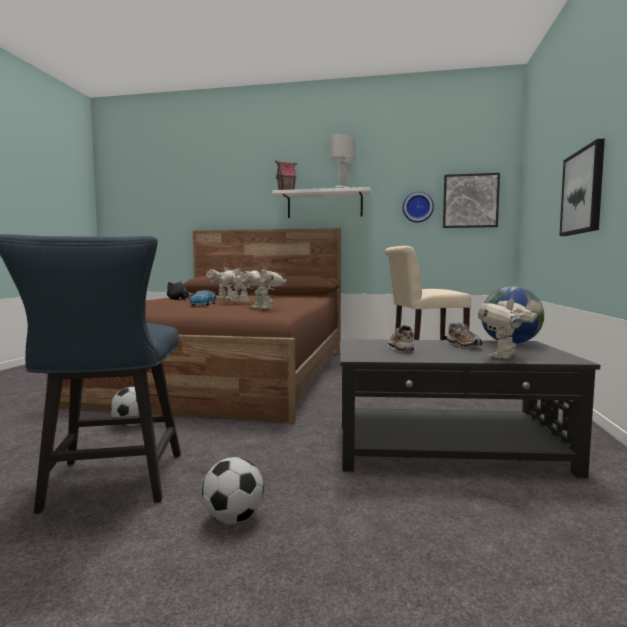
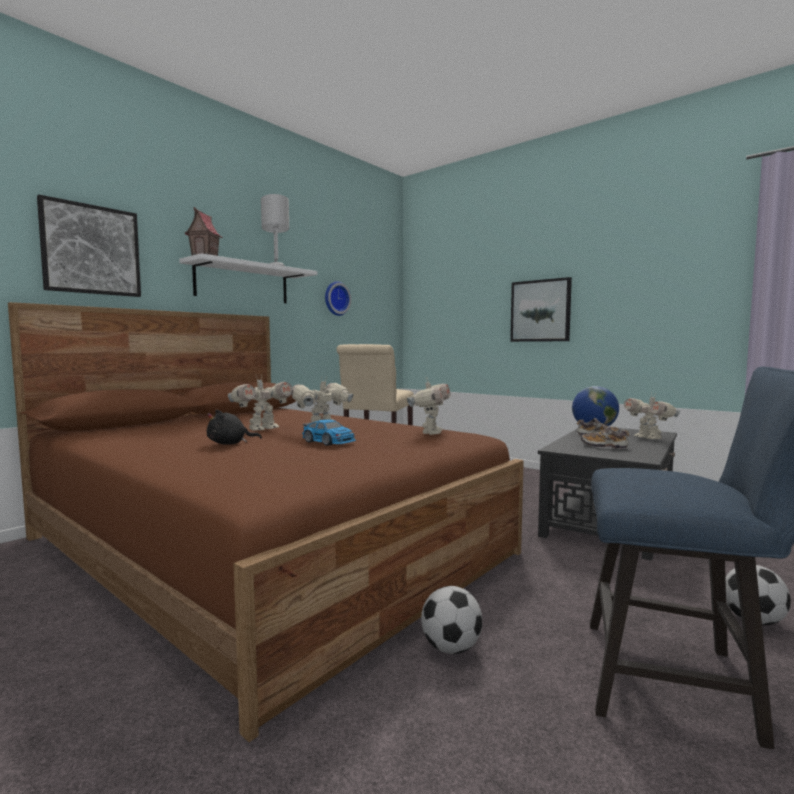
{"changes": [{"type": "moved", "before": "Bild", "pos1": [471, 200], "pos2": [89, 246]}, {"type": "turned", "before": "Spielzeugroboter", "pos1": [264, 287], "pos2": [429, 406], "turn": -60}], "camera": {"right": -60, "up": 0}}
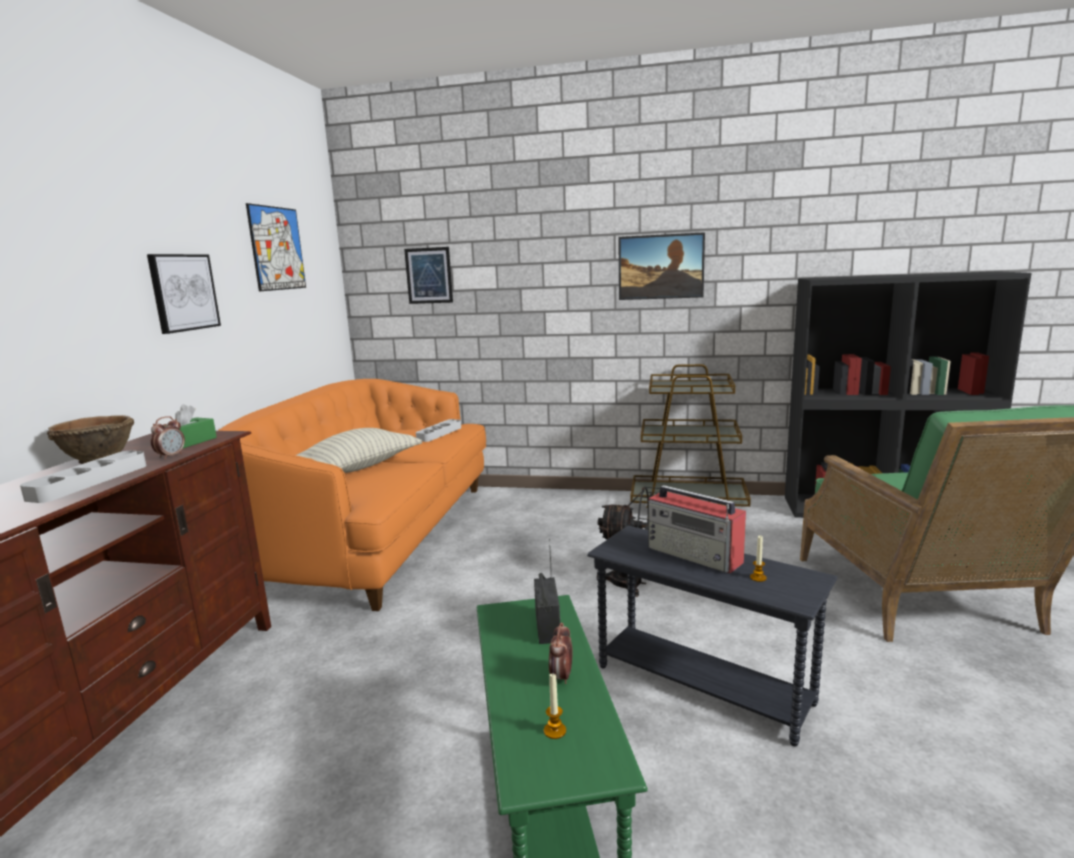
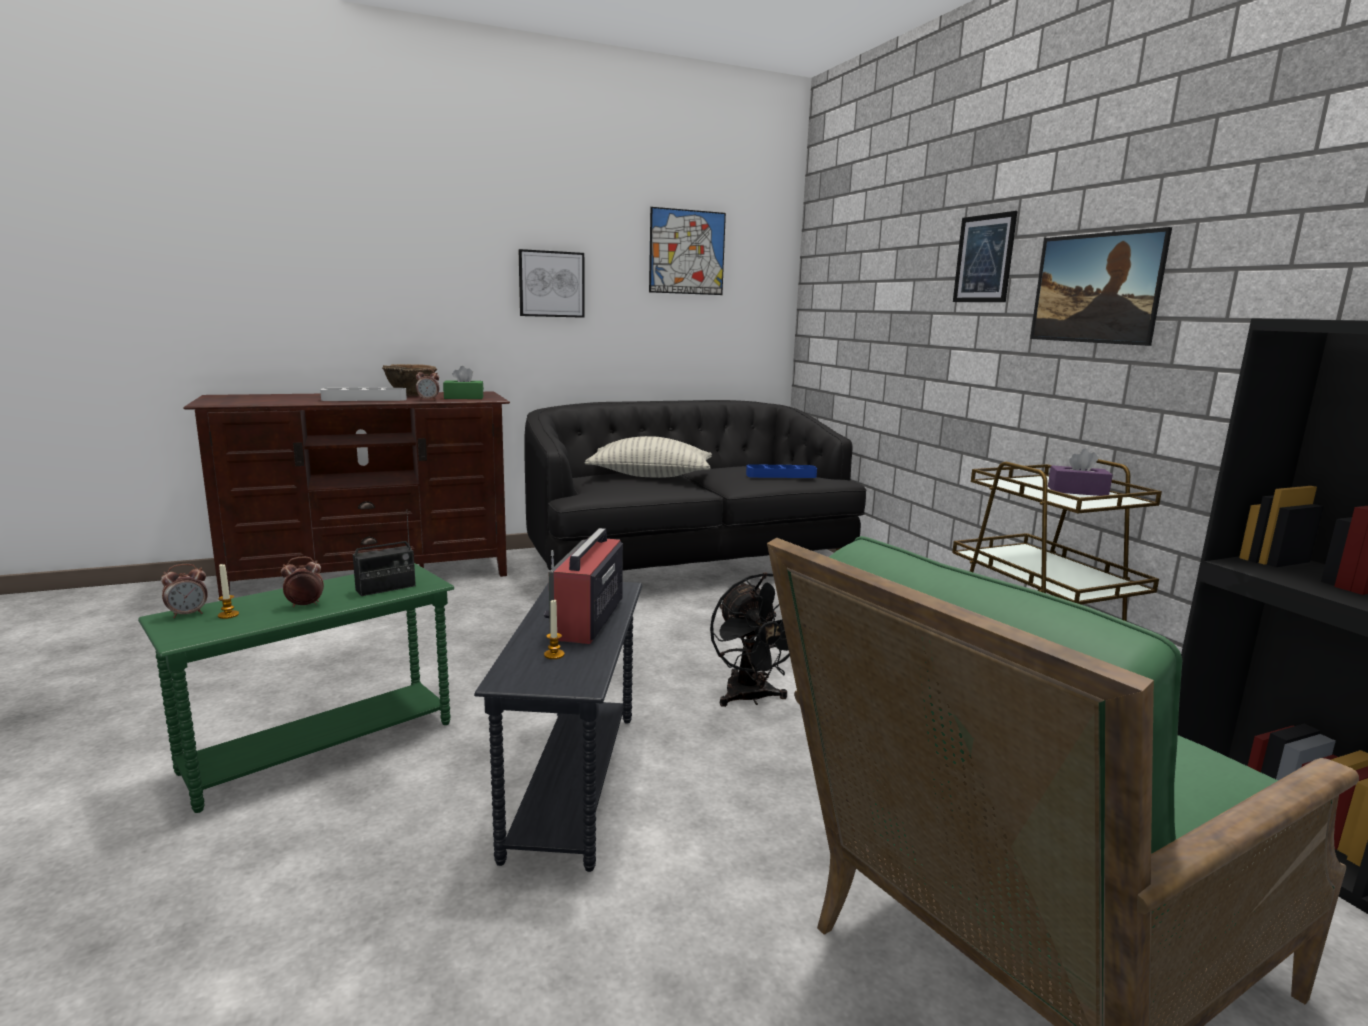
{"changes": [{"type": "added", "after": "Wecker", "pos2": [184, 591]}, {"type": "added", "after": "Taschentuchbox [lila]", "pos2": [1080, 472]}, {"type": "moved", "before": "Bild", "pos1": [428, 275], "pos2": [985, 256]}, {"type": "recoloured", "before": "Sofa [orange]", "after": "Sofa [schwarz]", "pos1": [352, 495], "pos2": [695, 485]}, {"type": "recoloured", "before": "Tablett [grau]", "after": "Tablett [blau]", "pos1": [438, 430], "pos2": [781, 471]}], "camera": {"right": 55, "up": 0}}
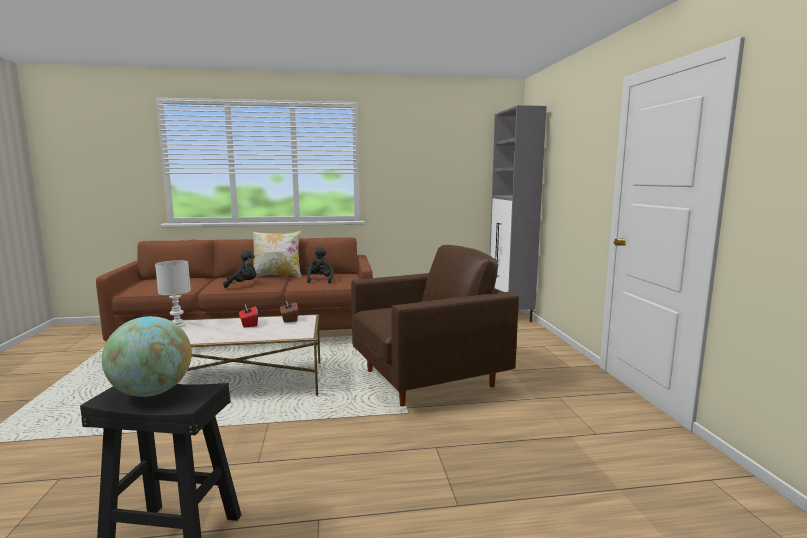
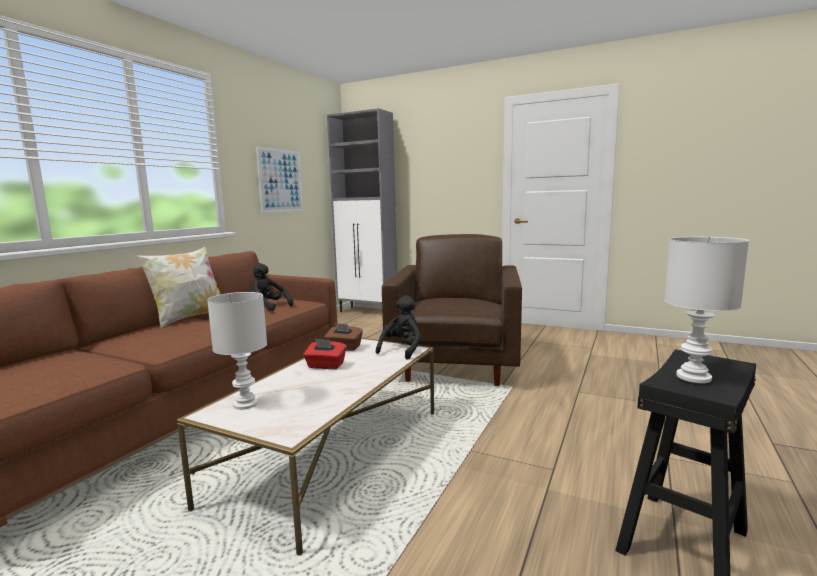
{"changes": [{"type": "added", "after": "Bild", "pos2": [279, 180]}, {"type": "moved", "before": "Plüschtier [schwarz]", "pos1": [239, 269], "pos2": [398, 327]}, {"type": "replaced", "before": "Globus", "after": "Tischlampe [weiß]", "pos1": [147, 356], "pos2": [706, 310]}], "camera": {"right": -55, "up": 0}}
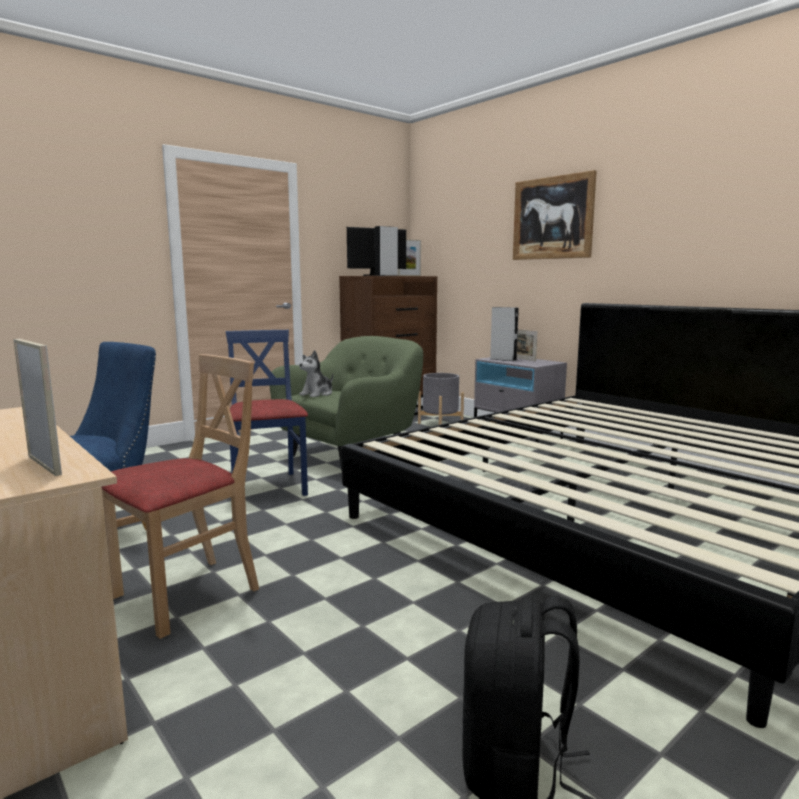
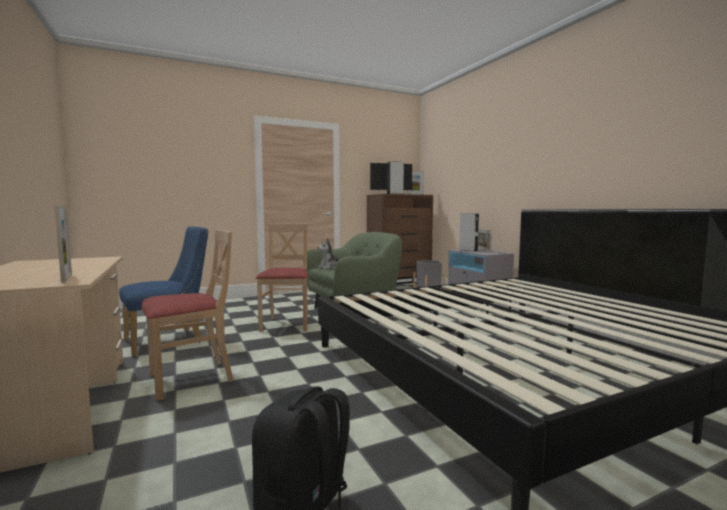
{"changes": [{"type": "removed", "before": "Bild", "pos1": [555, 215]}, {"type": "recoloured", "before": "Stuhl [blau]", "after": "Stuhl [beige]", "pos1": [267, 413], "pos2": [282, 278]}], "camera": {"right": 15, "up": -5}}
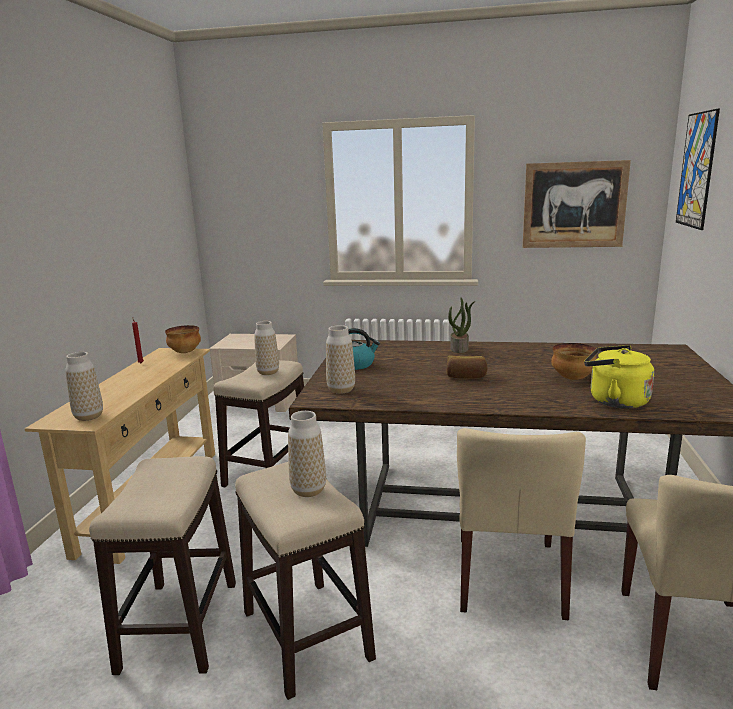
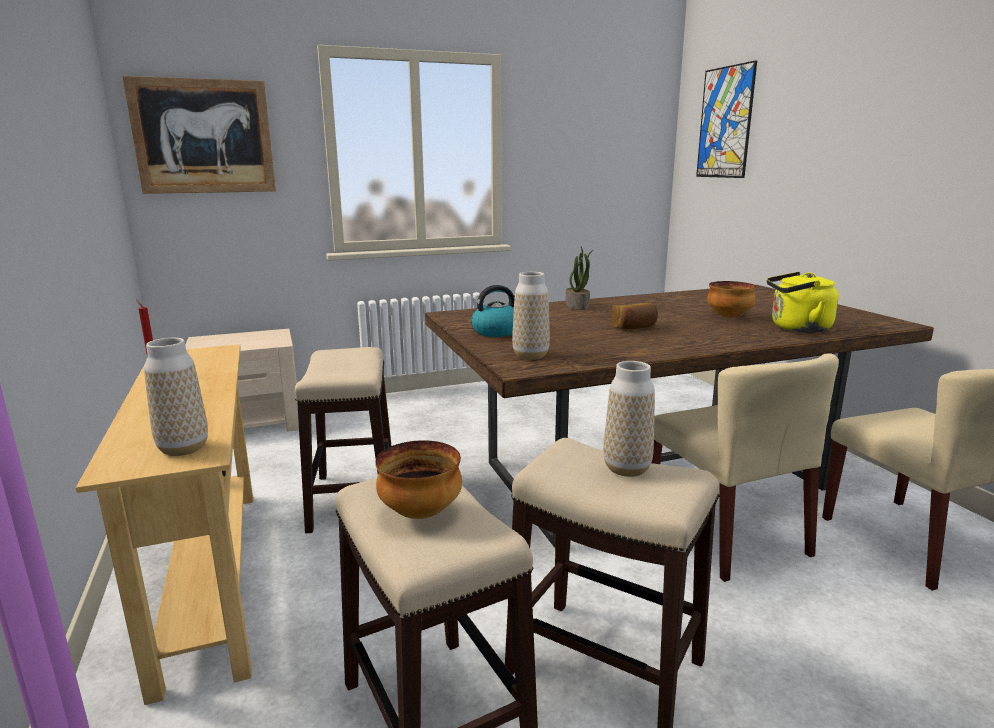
{"changes": [{"type": "removed", "before": "Vase", "pos1": [266, 348]}, {"type": "moved", "before": "Schüssel", "pos1": [183, 339], "pos2": [418, 479]}, {"type": "moved", "before": "Bild", "pos1": [577, 204], "pos2": [199, 135]}], "camera": {"right": -30, "up": 0}}
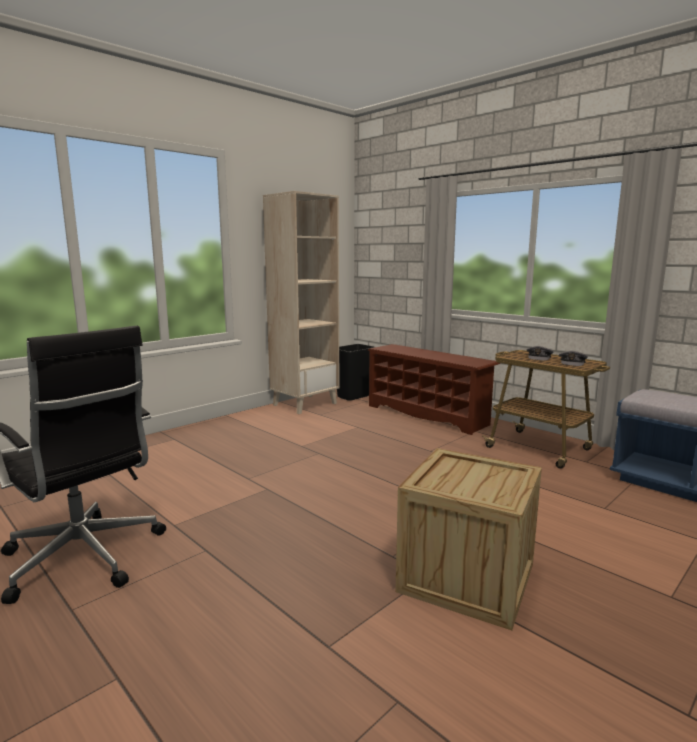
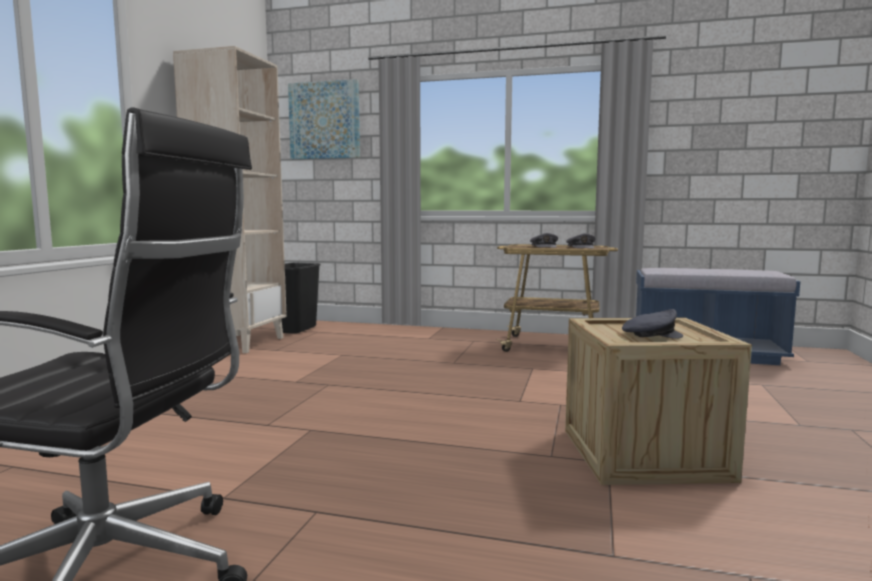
{"changes": [{"type": "removed", "before": "Schuhregal [braun]", "pos1": [434, 389]}, {"type": "added", "after": "Bild", "pos2": [324, 119]}, {"type": "added", "after": "Kappe [grau]", "pos2": [652, 324]}], "camera": {"right": -30, "up": -5}}
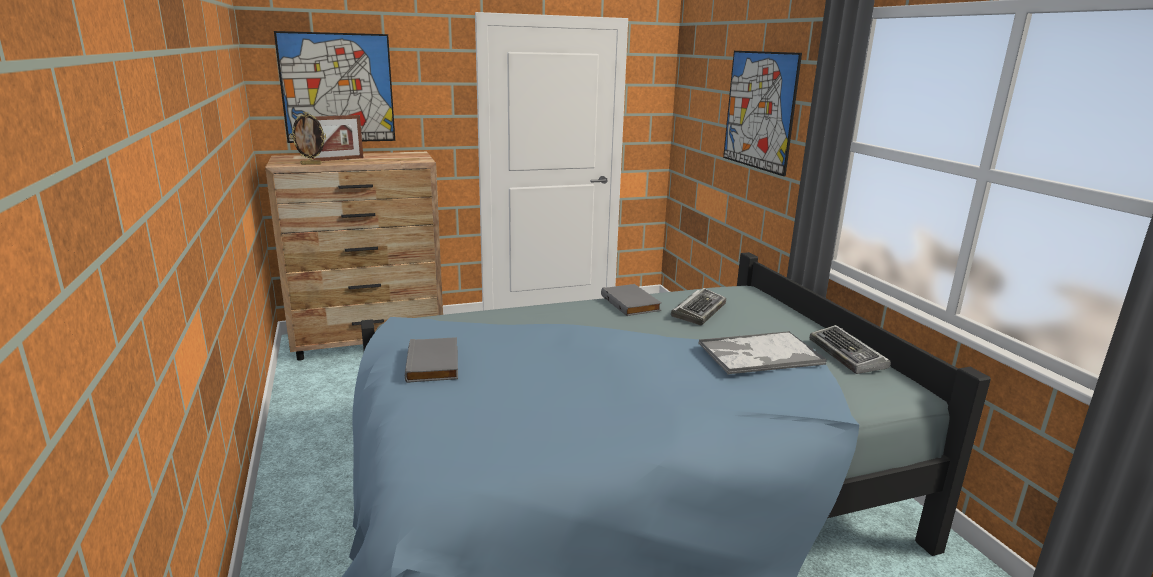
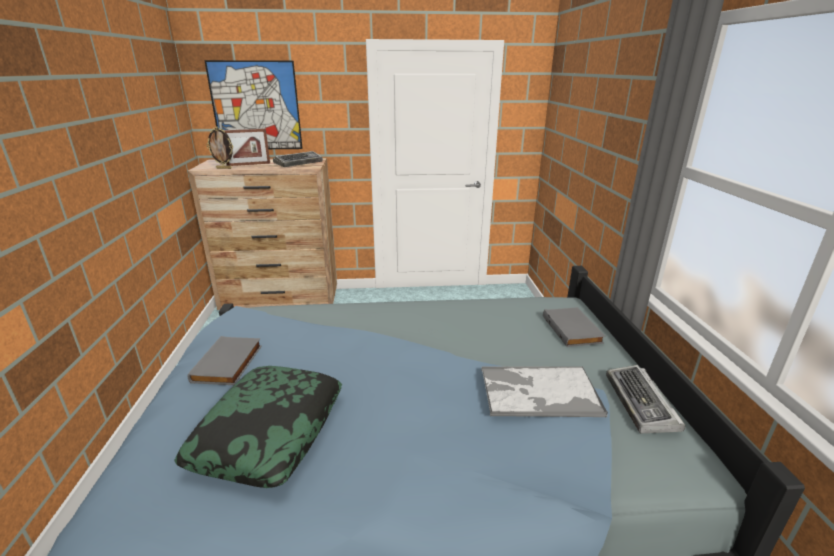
{"changes": [{"type": "removed", "before": "Bild", "pos1": [762, 113]}, {"type": "added", "after": "Kissen", "pos2": [258, 427]}, {"type": "moved", "before": "Buch [grau]", "pos1": [631, 300], "pos2": [574, 327]}, {"type": "moved", "before": "Tastatur", "pos1": [698, 306], "pos2": [298, 159]}], "camera": {"right": 15, "up": 5}}
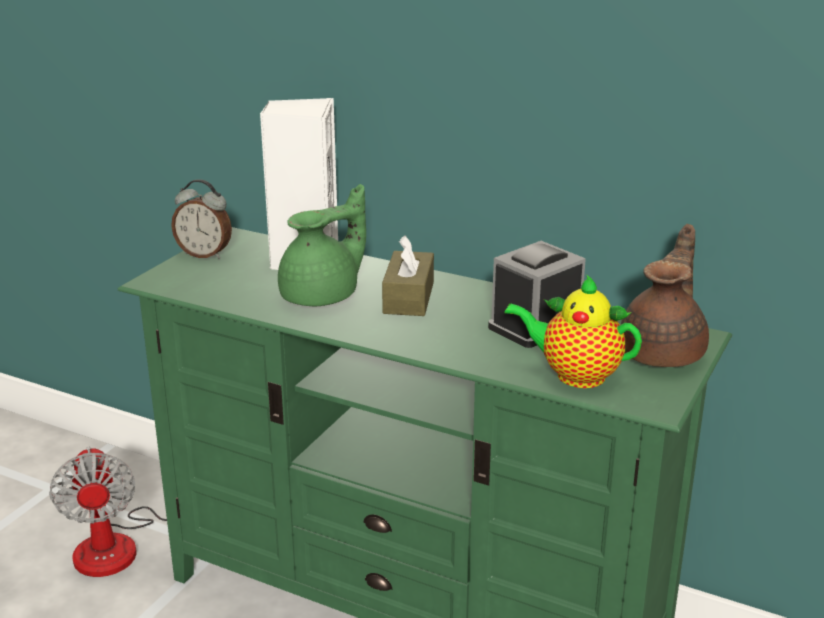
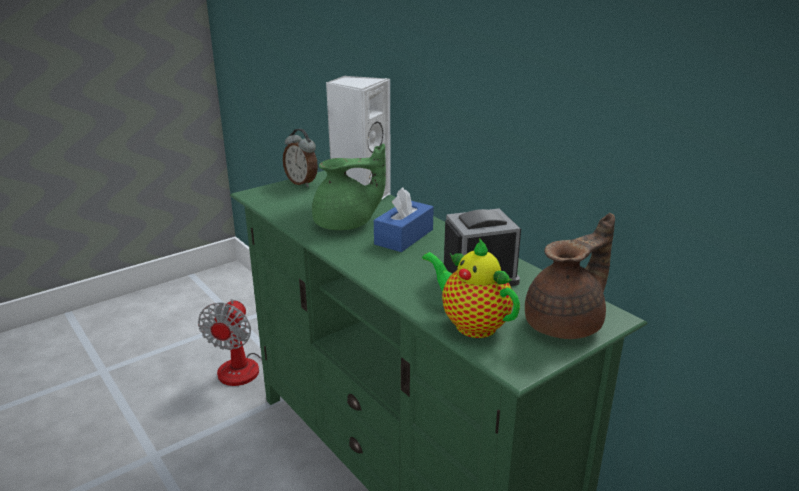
{"changes": [{"type": "recoloured", "before": "Taschentuchbox [braun]", "after": "Taschentuchbox [blau]", "pos1": [408, 276], "pos2": [404, 219]}], "camera": {"right": 25, "up": 0}}
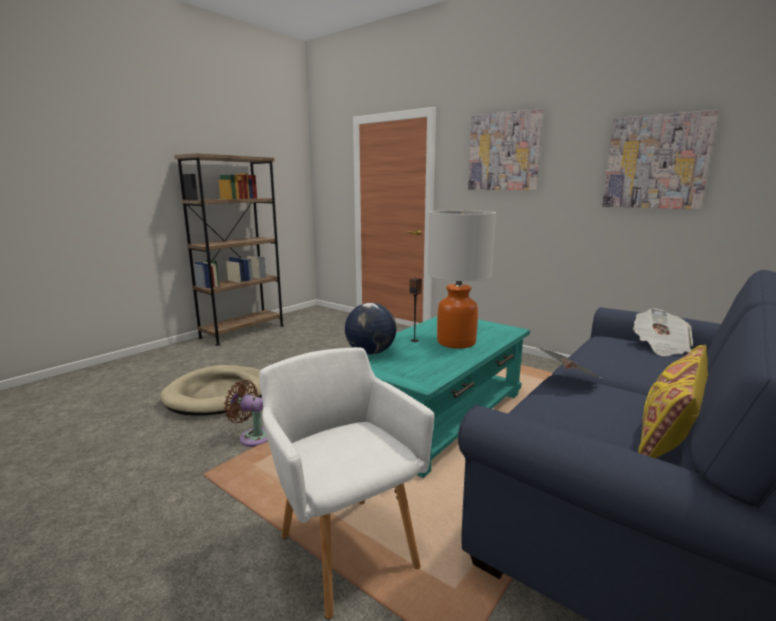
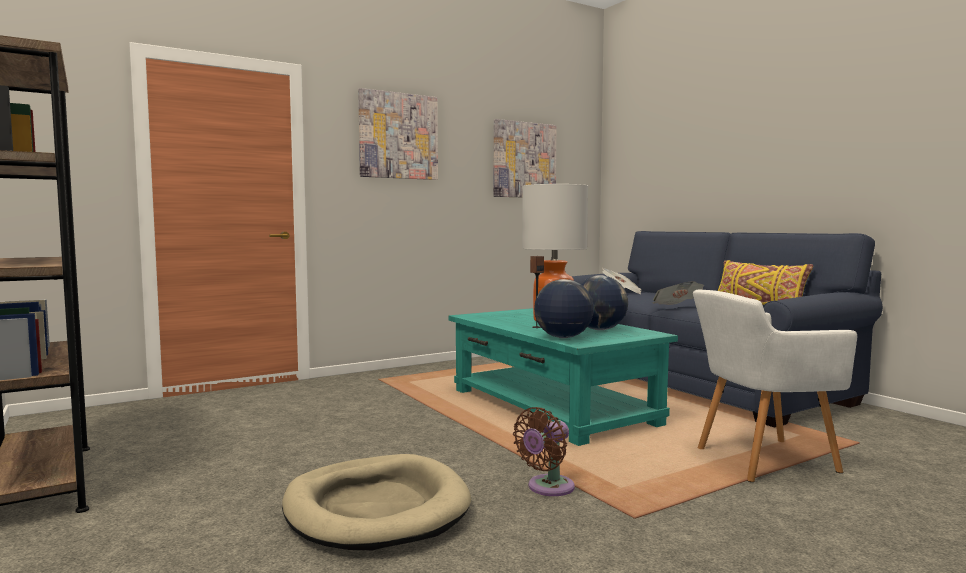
{"changes": [{"type": "added", "after": "Globus", "pos2": [604, 302]}], "camera": {"right": -70, "up": -10}}
